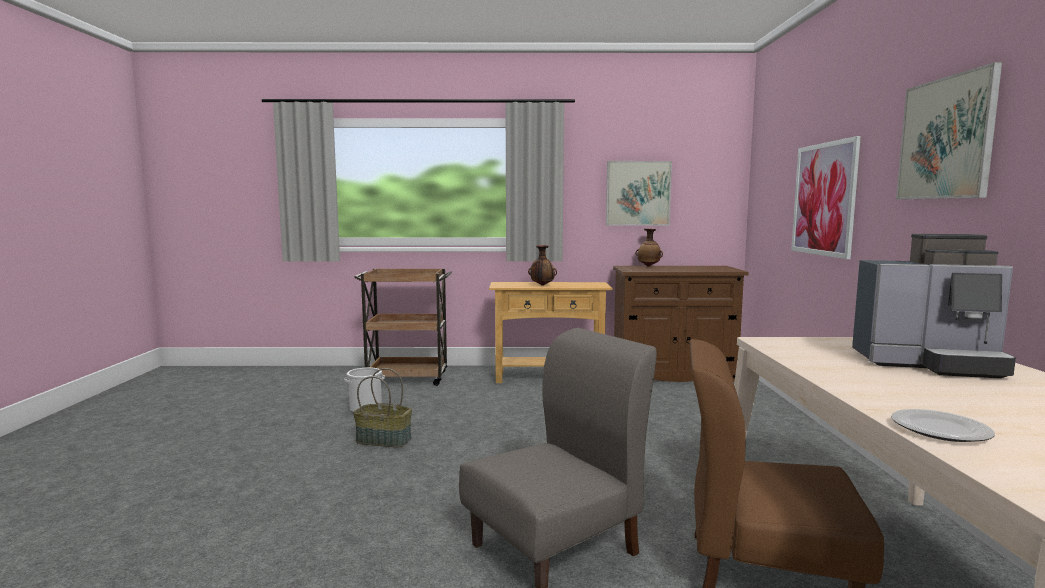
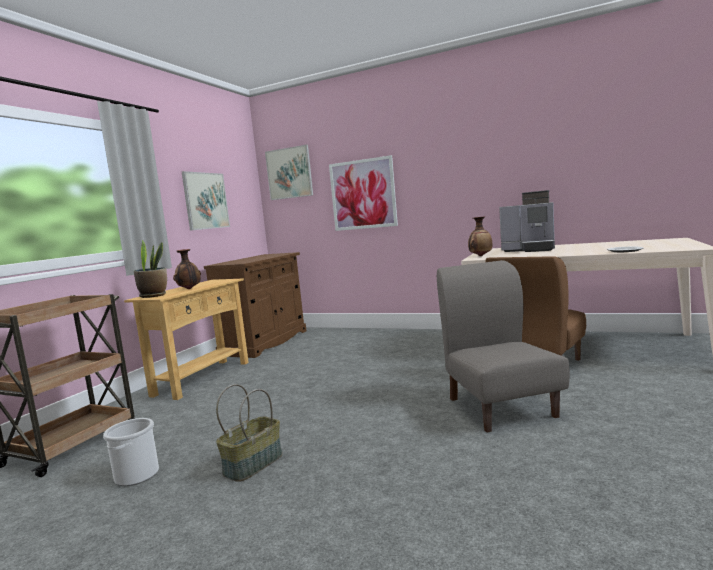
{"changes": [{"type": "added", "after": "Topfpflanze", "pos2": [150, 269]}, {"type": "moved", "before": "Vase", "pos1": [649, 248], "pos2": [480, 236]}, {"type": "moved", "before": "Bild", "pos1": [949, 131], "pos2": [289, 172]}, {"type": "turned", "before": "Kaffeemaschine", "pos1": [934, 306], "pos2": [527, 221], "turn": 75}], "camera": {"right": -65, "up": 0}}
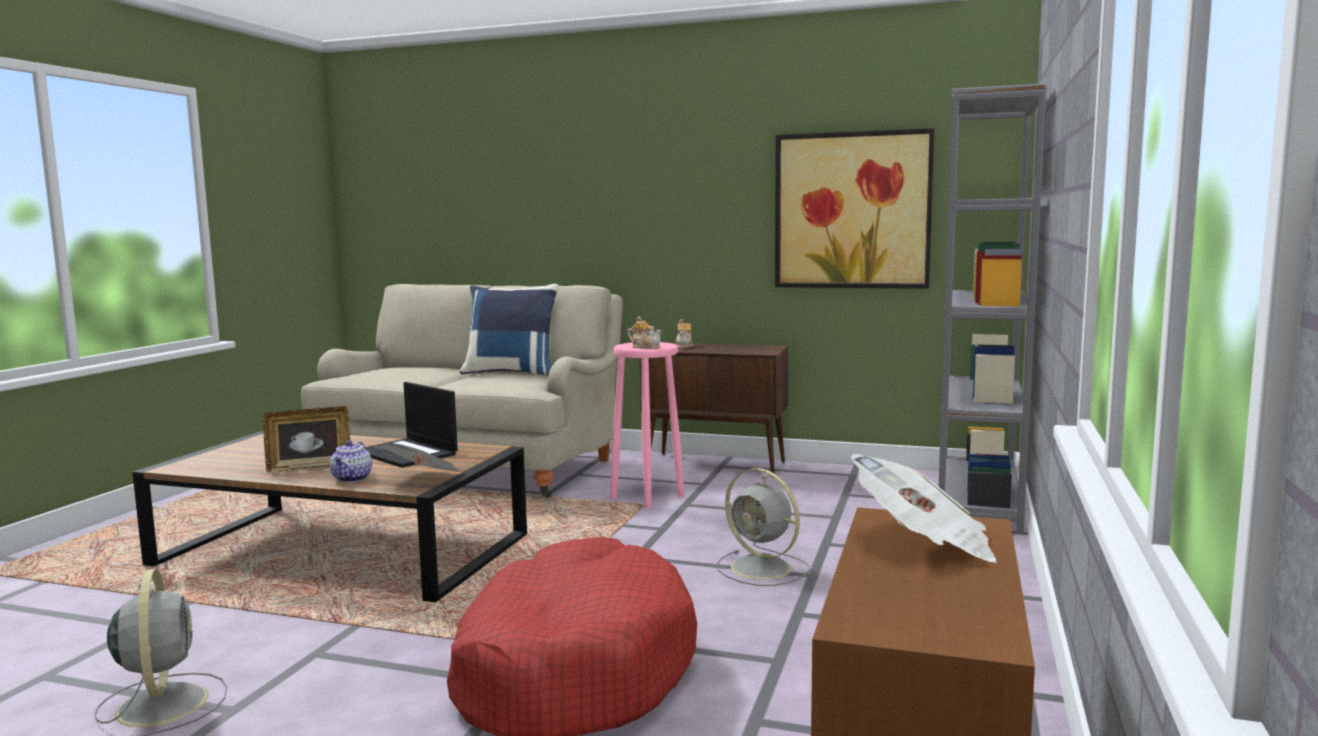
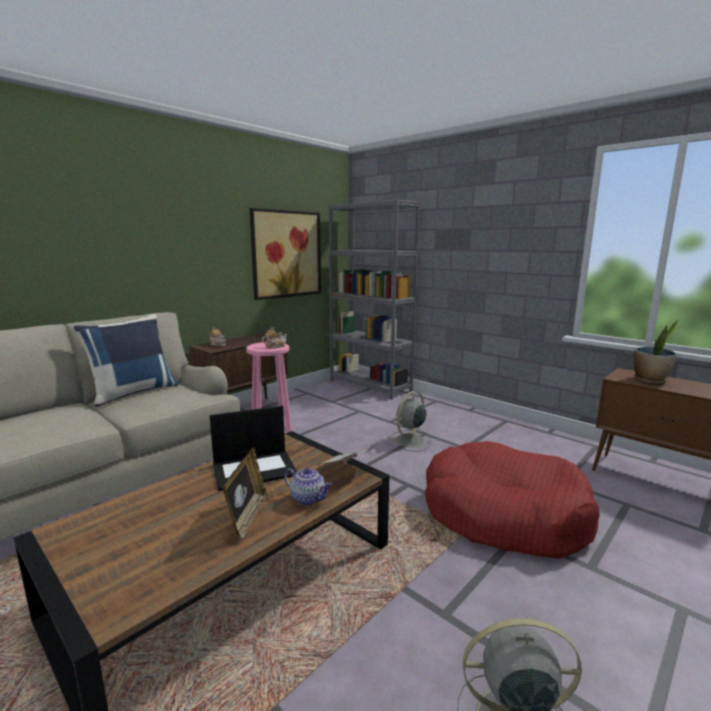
{"changes": [{"type": "replaced", "before": "Zeitung", "after": "Topfpflanze", "pos1": [923, 508], "pos2": [657, 351]}, {"type": "turned", "before": "Ventilator [grau]", "pos1": [763, 527], "pos2": [409, 421], "turn": 150}], "camera": {"right": -65, "up": 5}}
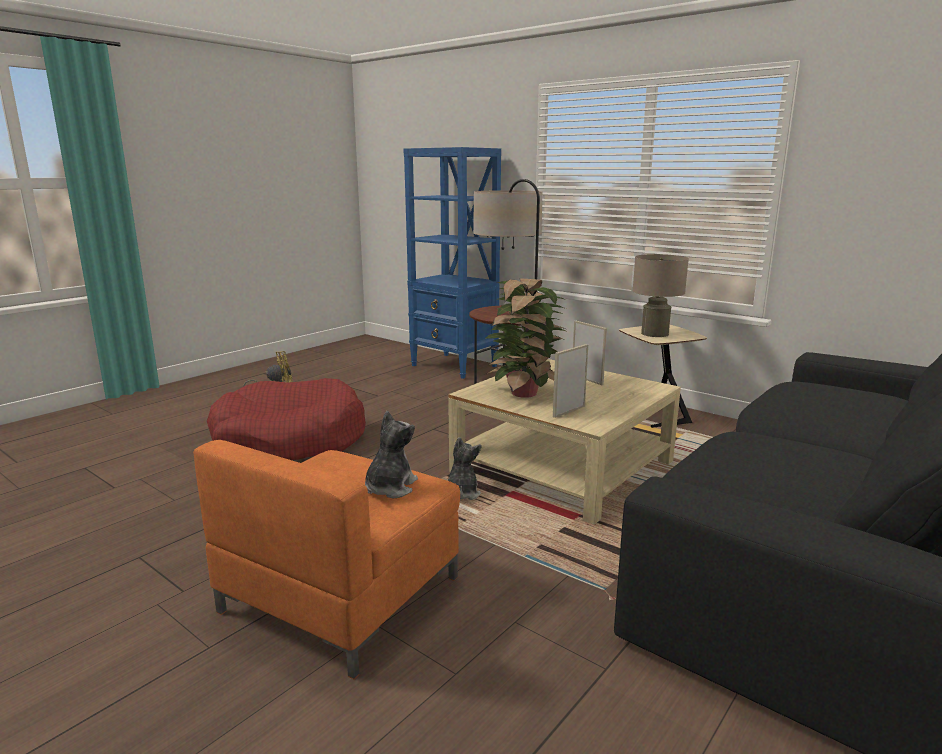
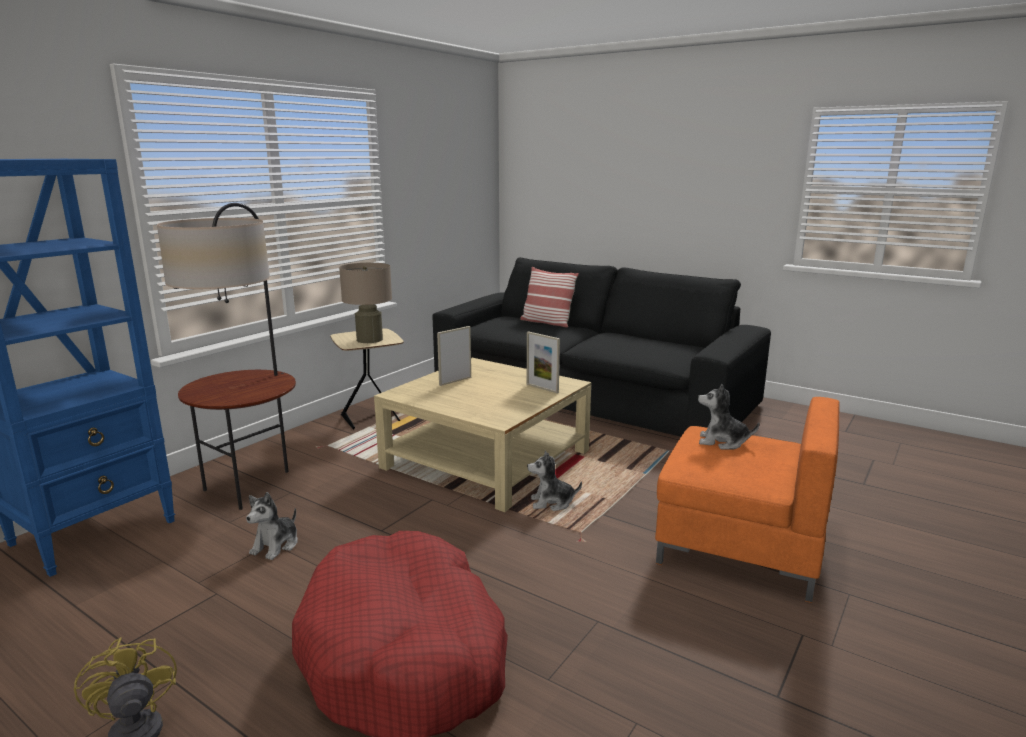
{"changes": [{"type": "removed", "before": "Topfpflanze", "pos1": [525, 338]}, {"type": "added", "after": "Plüschtier", "pos2": [272, 526]}, {"type": "added", "after": "Kissen", "pos2": [549, 297]}], "camera": {"right": -95, "up": 0}}
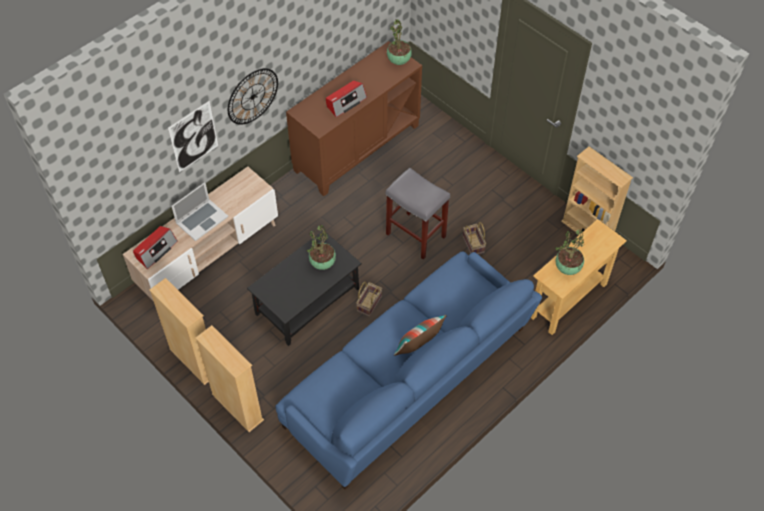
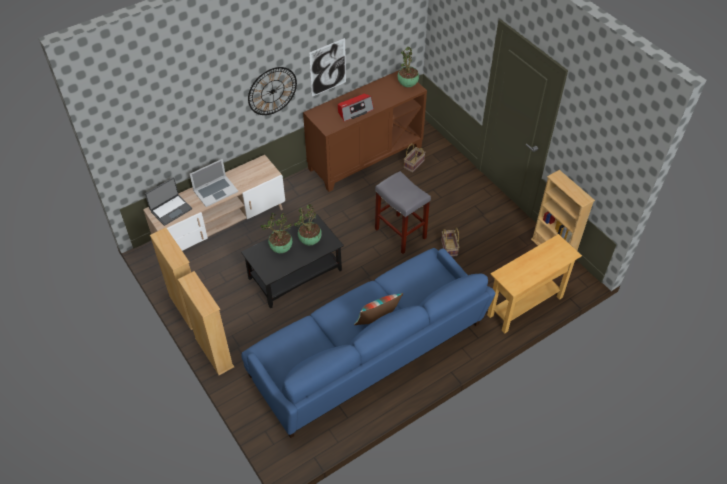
{"changes": [{"type": "moved", "before": "Bild", "pos1": [193, 136], "pos2": [327, 67]}, {"type": "moved", "before": "Korb", "pos1": [369, 299], "pos2": [414, 157]}, {"type": "moved", "before": "Topfpflanze", "pos1": [569, 252], "pos2": [277, 233]}, {"type": "replaced", "before": "Radio", "after": "Laptop", "pos1": [155, 247], "pos2": [168, 201]}], "camera": {"right": 10, "up": -5}}
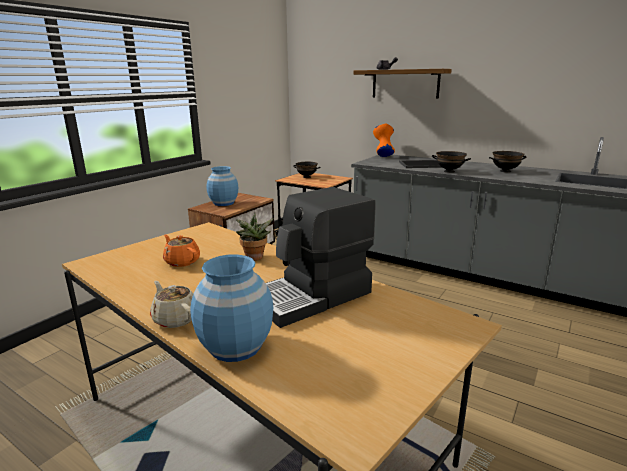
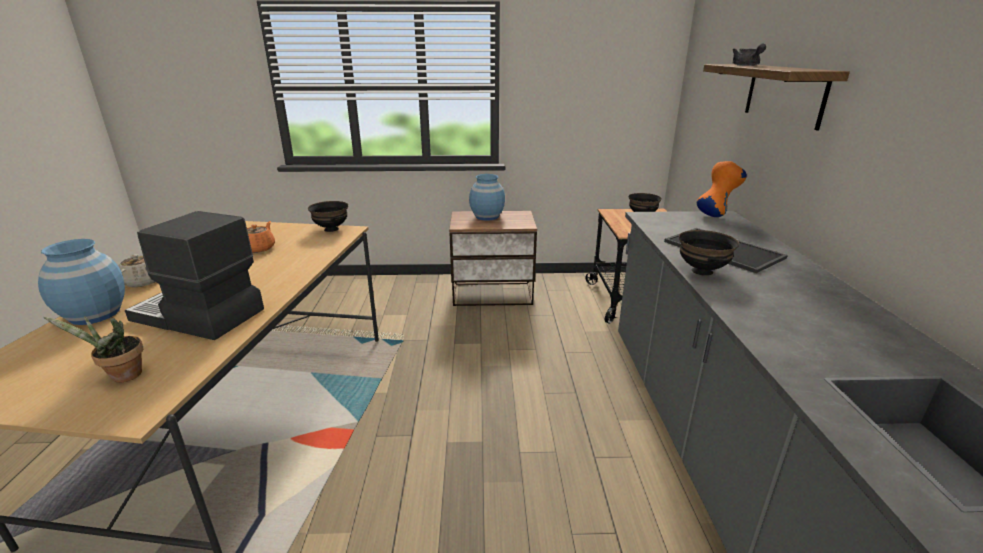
{"changes": [{"type": "moved", "before": "Topfpflanze", "pos1": [255, 236], "pos2": [93, 349]}, {"type": "moved", "before": "Schüssel [schwarz]", "pos1": [507, 162], "pos2": [328, 216]}], "camera": {"right": 55, "up": 5}}
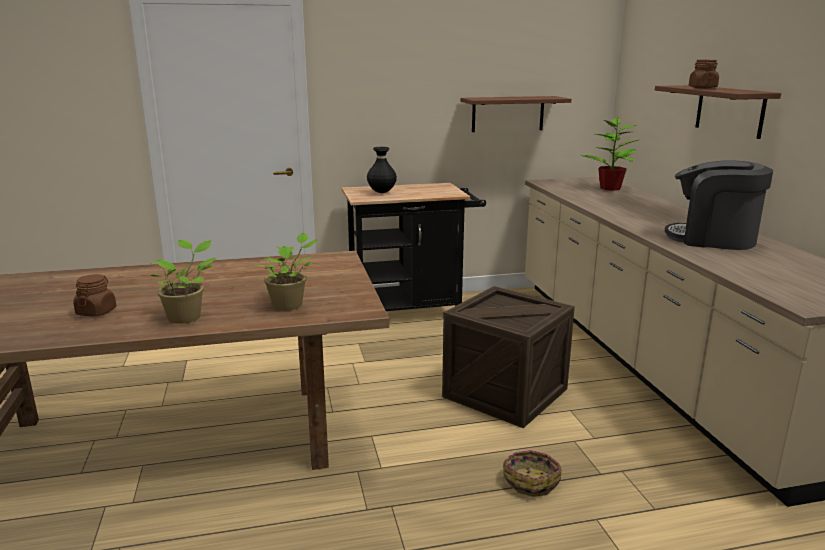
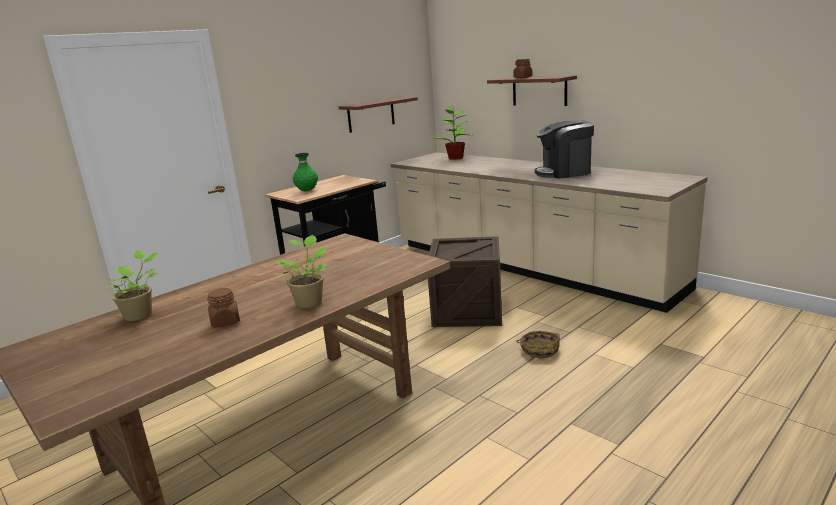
{"changes": [{"type": "moved", "before": "Topfpflanze", "pos1": [287, 272], "pos2": [130, 285]}, {"type": "recoloured", "before": "Vase [schwarz]", "after": "Vase [grün]", "pos1": [382, 170], "pos2": [305, 172]}], "camera": {"right": -30, "up": 0}}
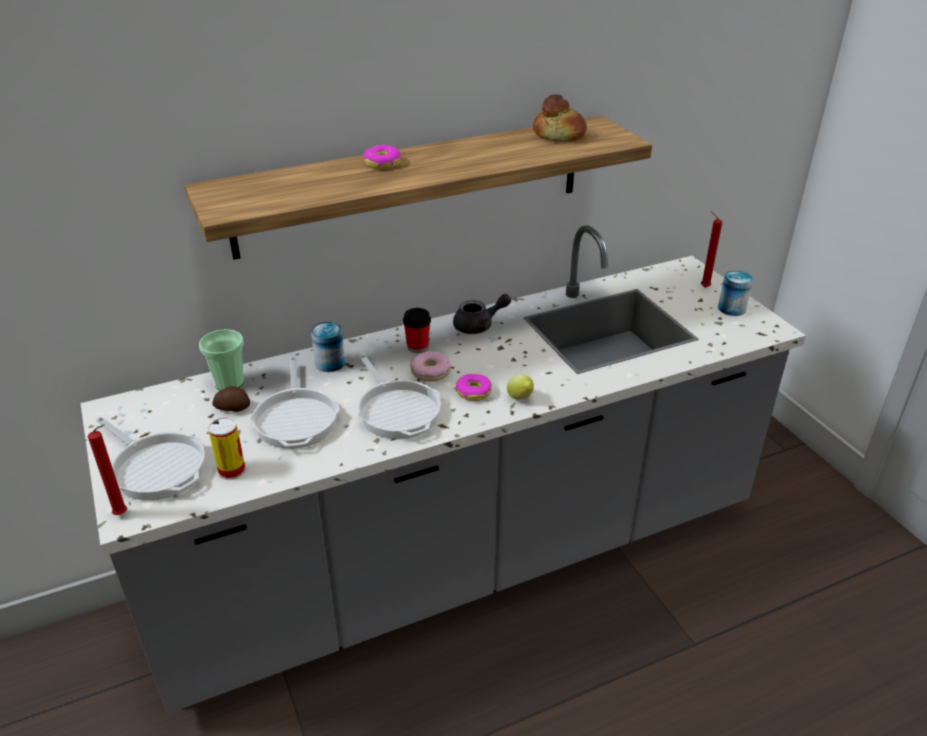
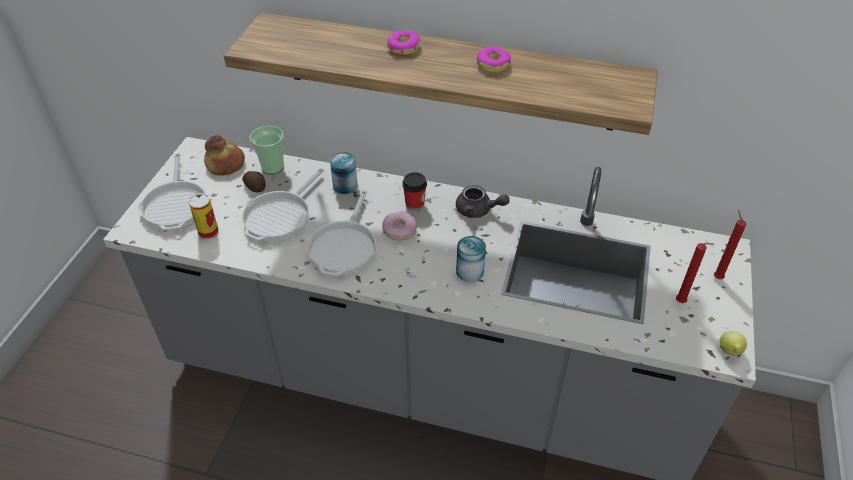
{"changes": [{"type": "moved", "before": "Kerze [rot]", "pos1": [107, 469], "pos2": [695, 272]}, {"type": "moved", "before": "Donut", "pos1": [474, 387], "pos2": [494, 59]}, {"type": "moved", "before": "Zitrone", "pos1": [520, 387], "pos2": [733, 343]}, {"type": "moved", "before": "Brot", "pos1": [560, 118], "pos2": [224, 155]}, {"type": "moved", "before": "Dose", "pos1": [735, 293], "pos2": [471, 259]}], "camera": {"right": 40, "up": 10}}
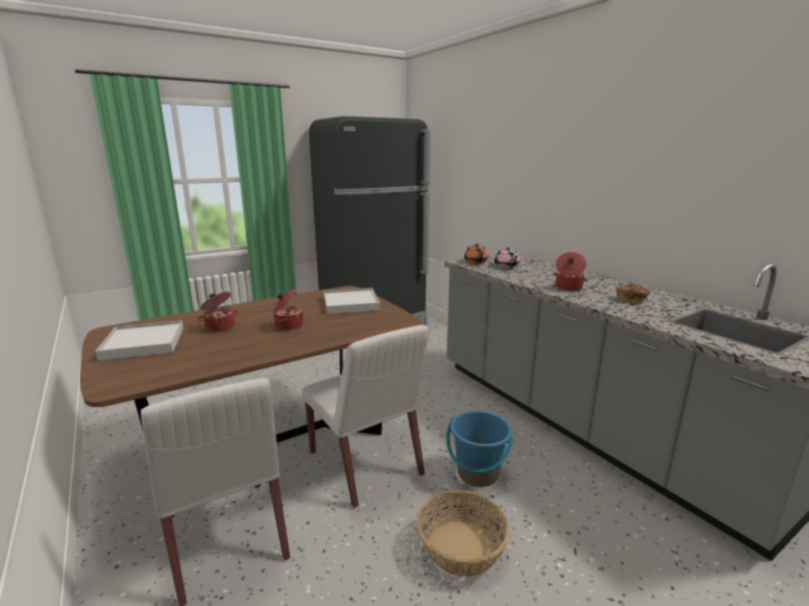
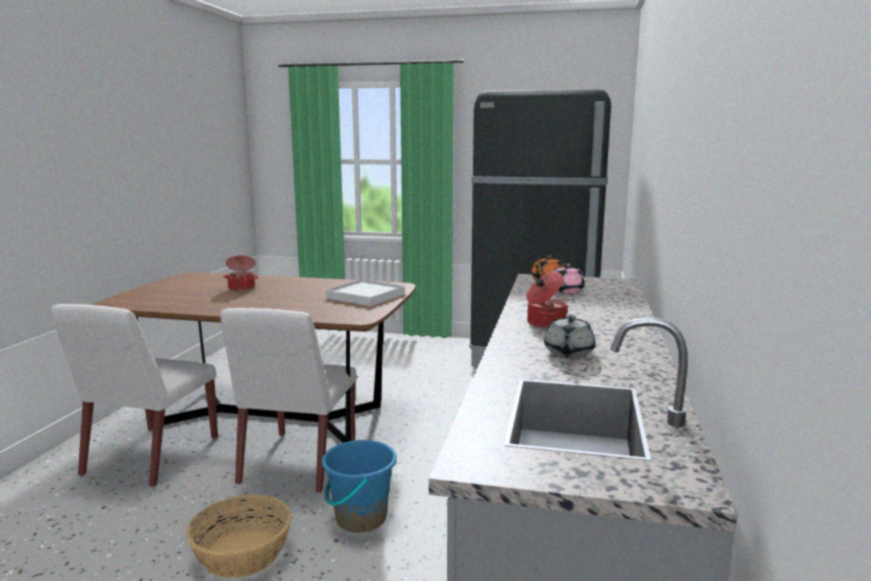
{"changes": [{"type": "removed", "before": "Tablett [weiß]", "pos1": [139, 340]}, {"type": "removed", "before": "Kochtopf", "pos1": [288, 309]}, {"type": "replaced", "before": "Brot", "after": "Teekanne [grau]", "pos1": [633, 294], "pos2": [569, 336]}], "camera": {"right": 45, "up": -5}}
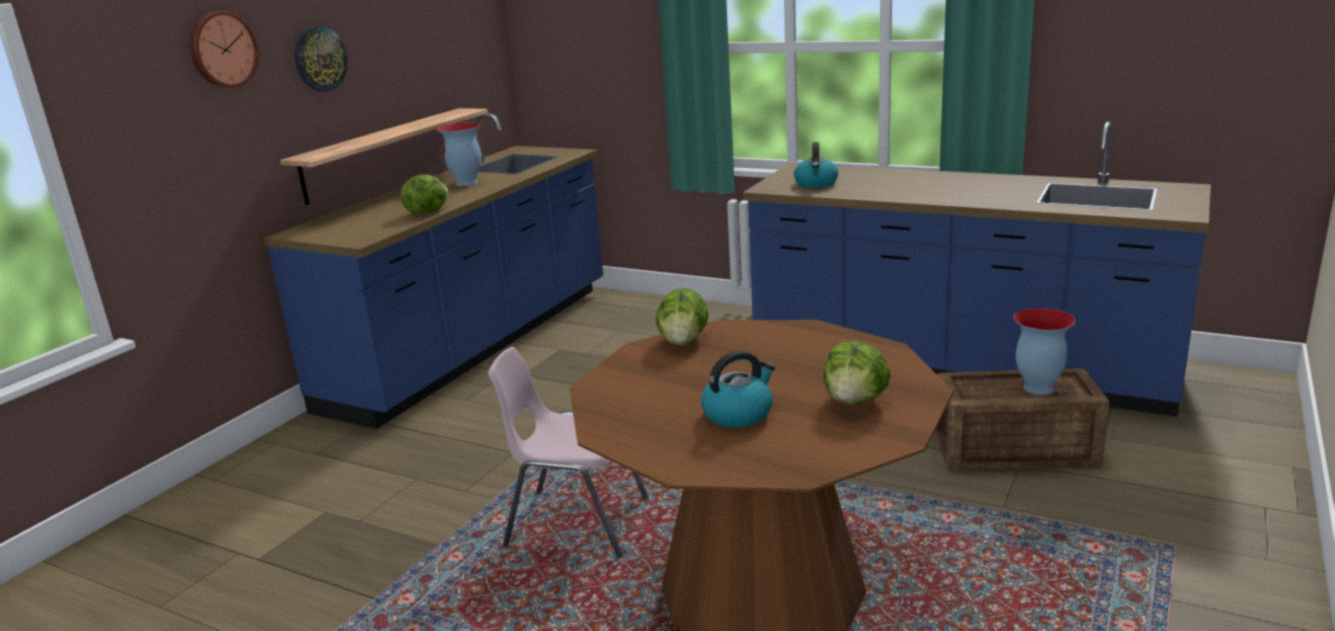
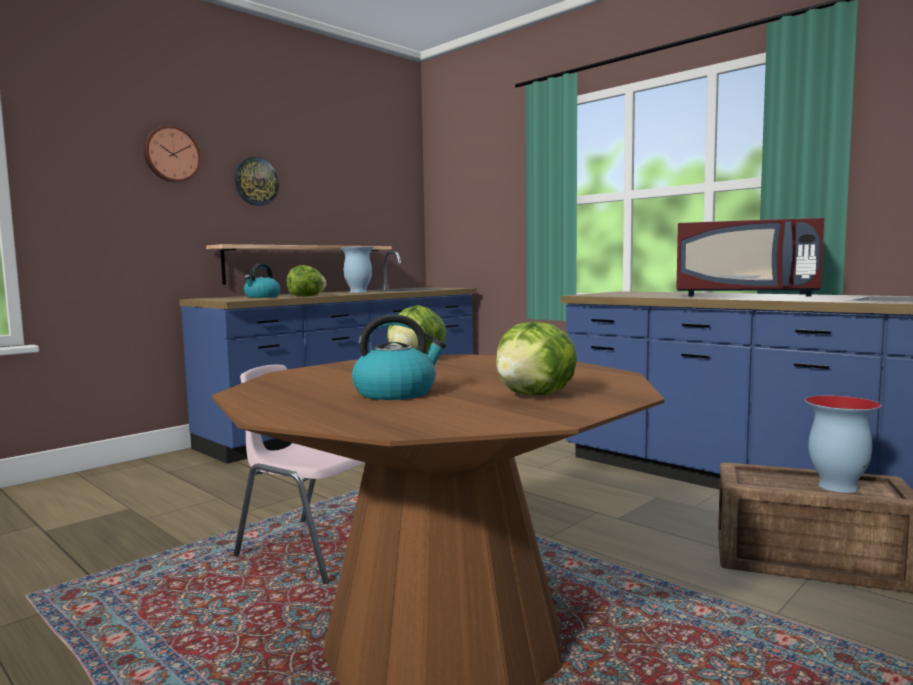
{"changes": [{"type": "added", "after": "Mikrowelle [rot]", "pos2": [750, 257]}, {"type": "moved", "before": "Wasserkessel", "pos1": [816, 165], "pos2": [262, 280]}], "camera": {"right": 15, "up": -15}}
